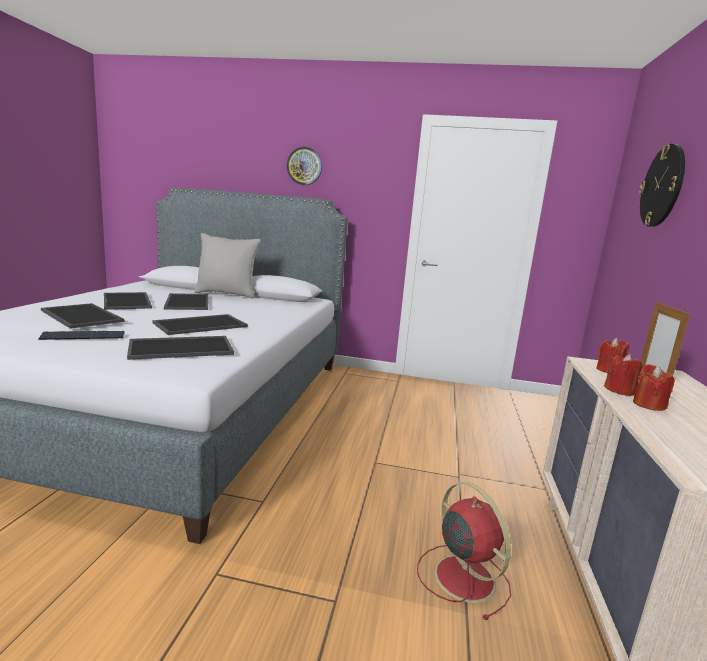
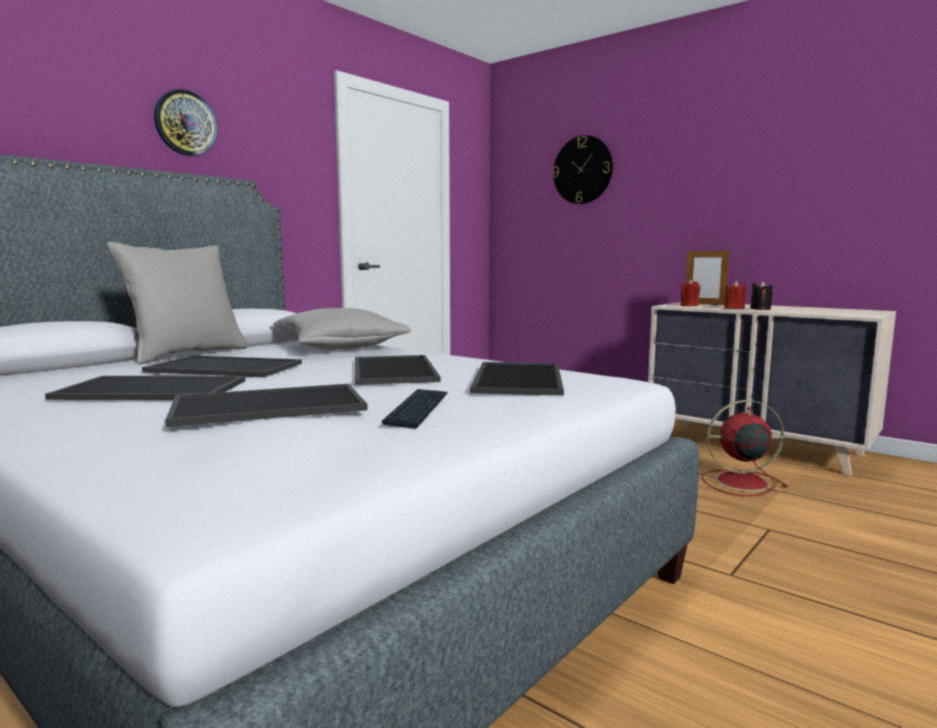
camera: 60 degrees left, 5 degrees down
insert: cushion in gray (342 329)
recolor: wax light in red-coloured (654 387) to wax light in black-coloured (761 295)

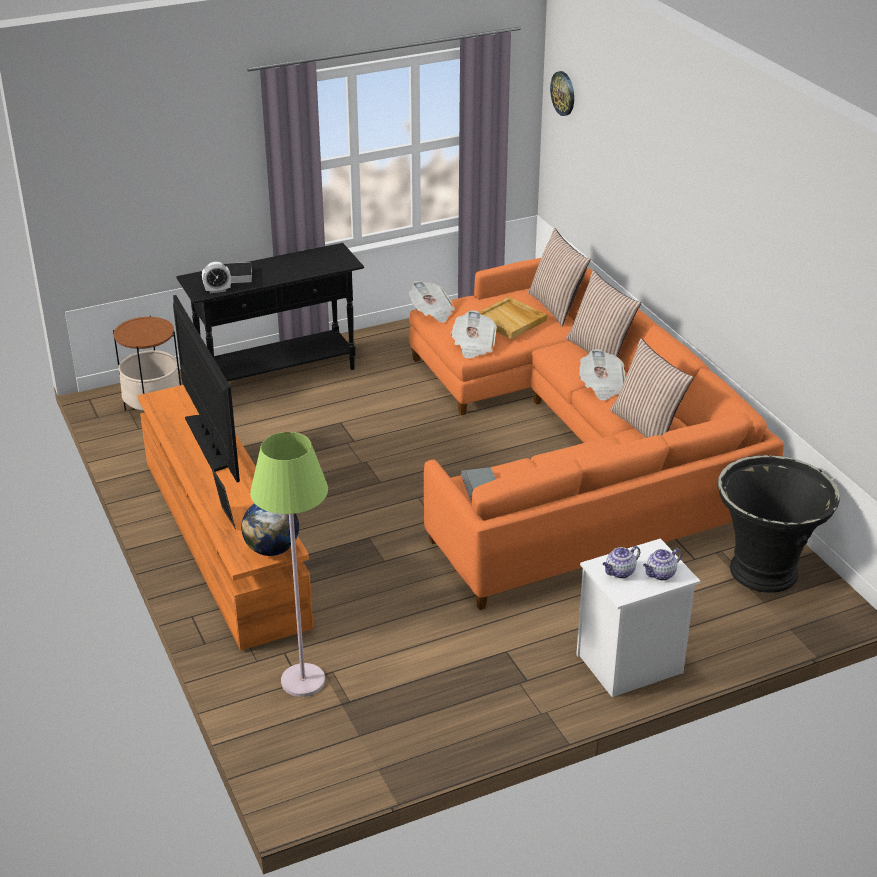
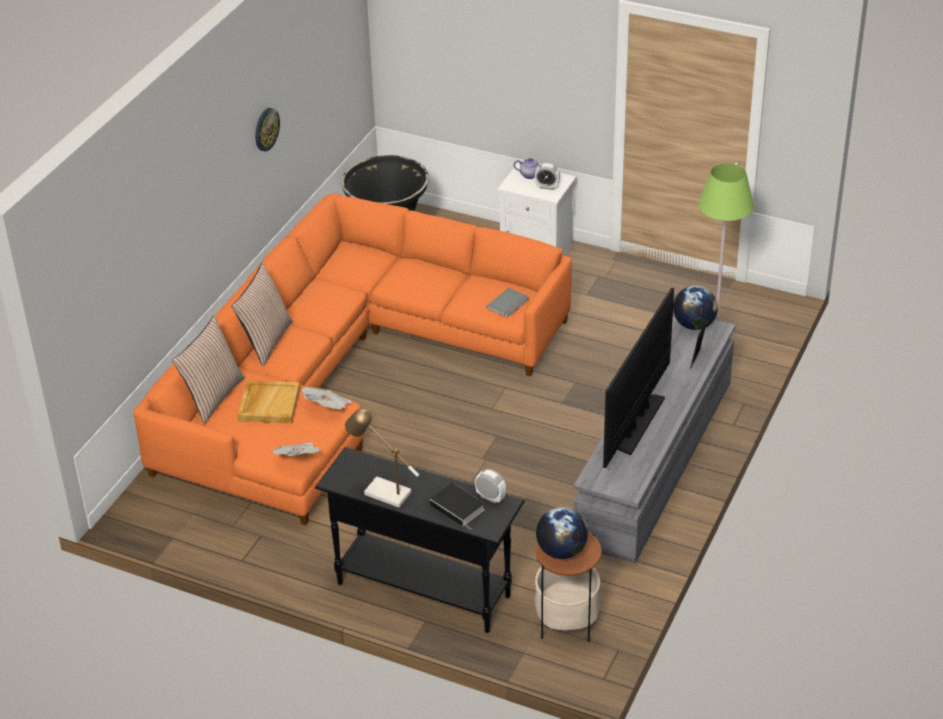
camera: 130 degrees left, 5 degrees up
delete: newspaper (602 375); cushion (652 388)
insert: table lamp (382 458); world globe (562 533)
move: wall clock (562 93) to (267 130)
replace: tea pot (621 562) to alarm clock (547 176)
recolor: media console in orange (225 518) to media console in gray (654 440)

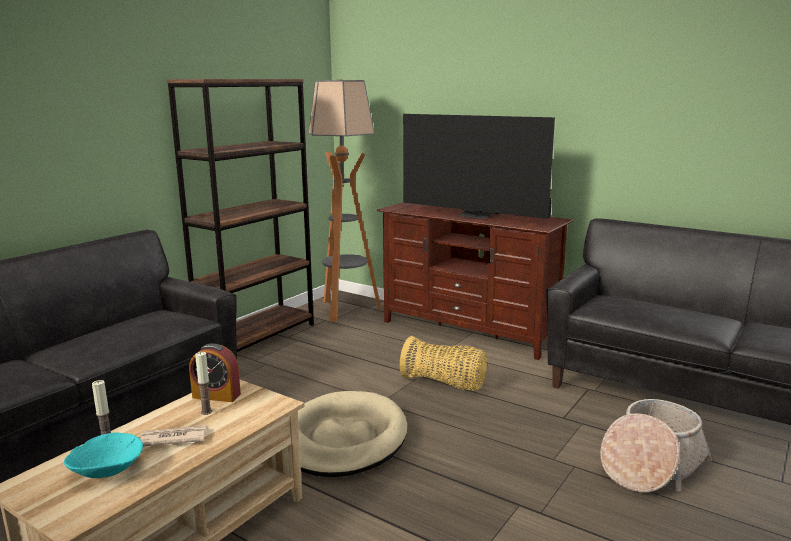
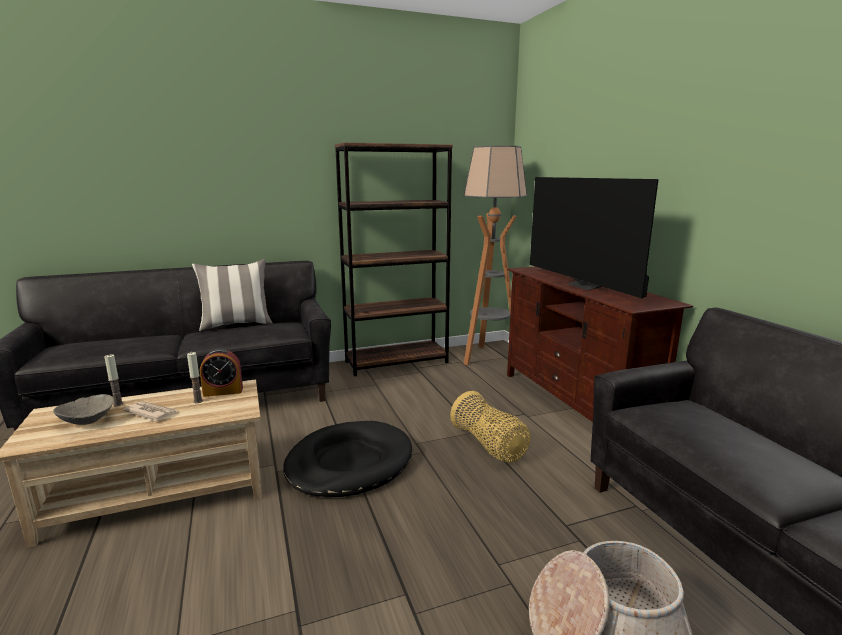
camera: 35 degrees right, 0 degrees up
insert: cushion (232 295)
recolor: deep dish in turquoise-coloured (103 455) to deep dish in gray (83 409); dog cushion in beige-coloured (352 434) to dog cushion in black-coloured (347 459)
rotate: alarm clock (215 372) = (221 373) 60 degrees counterclockwise

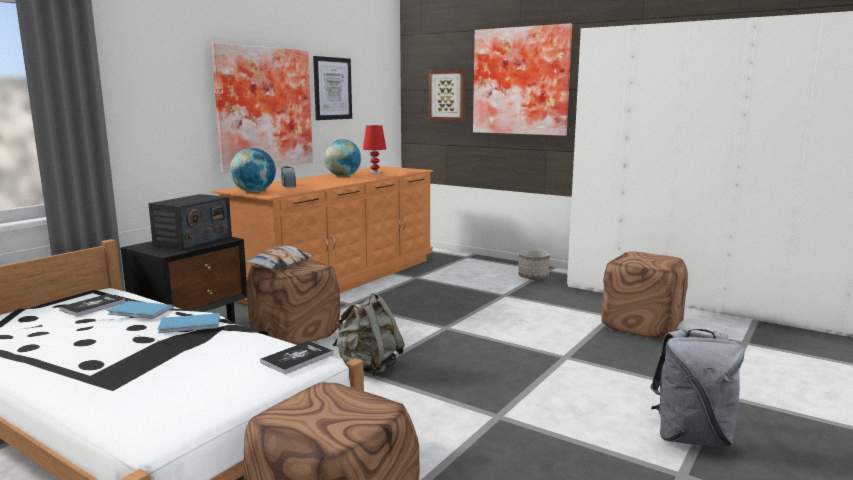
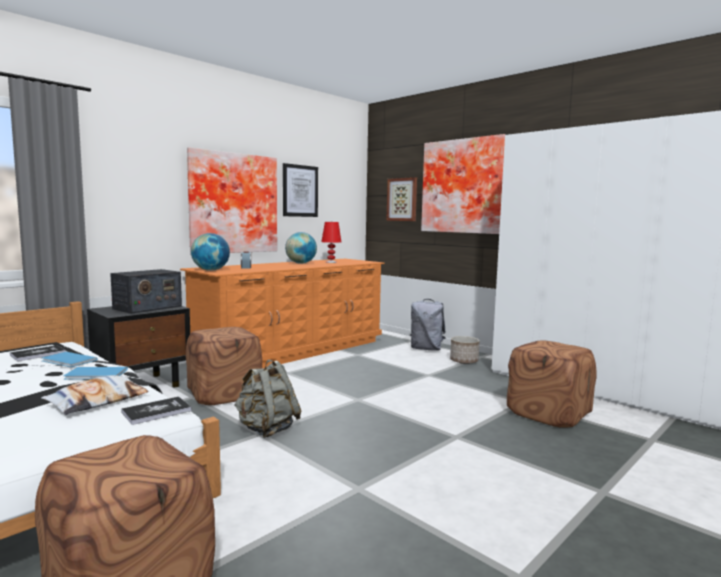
camera: 10 degrees right, 5 degrees down
move: cushion (279 258) to (95 395); knapsack in gray (697 387) to (428 325)

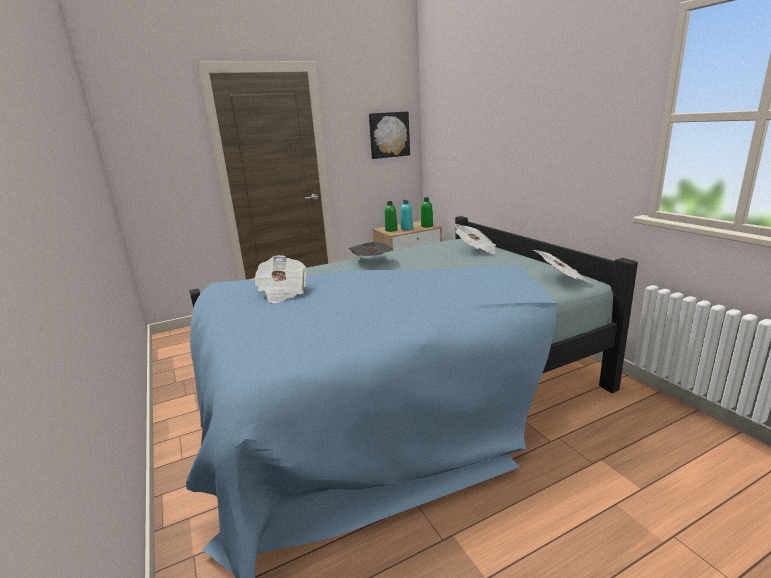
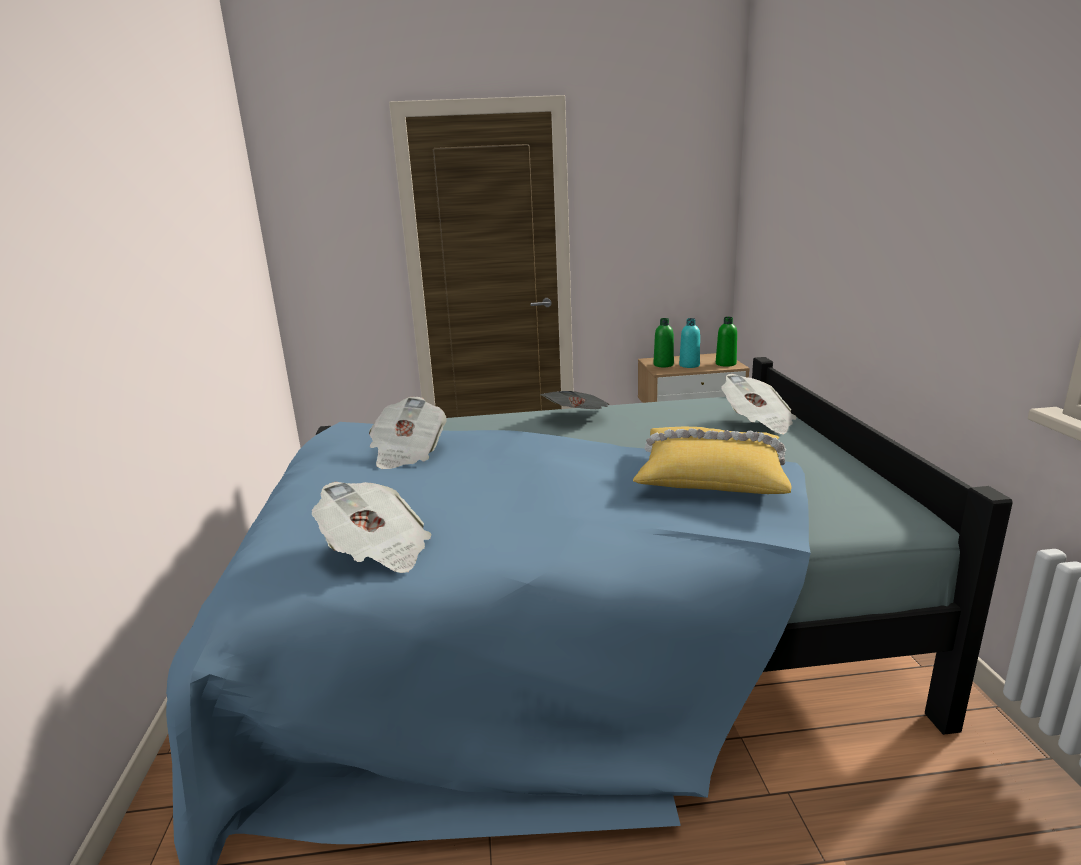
camera: 20 degrees right, 0 degrees up
delete: picture (389 135)
insert: cushion in yellow-coloured (712 460)
move: newspaper (562 266) to (372 527)

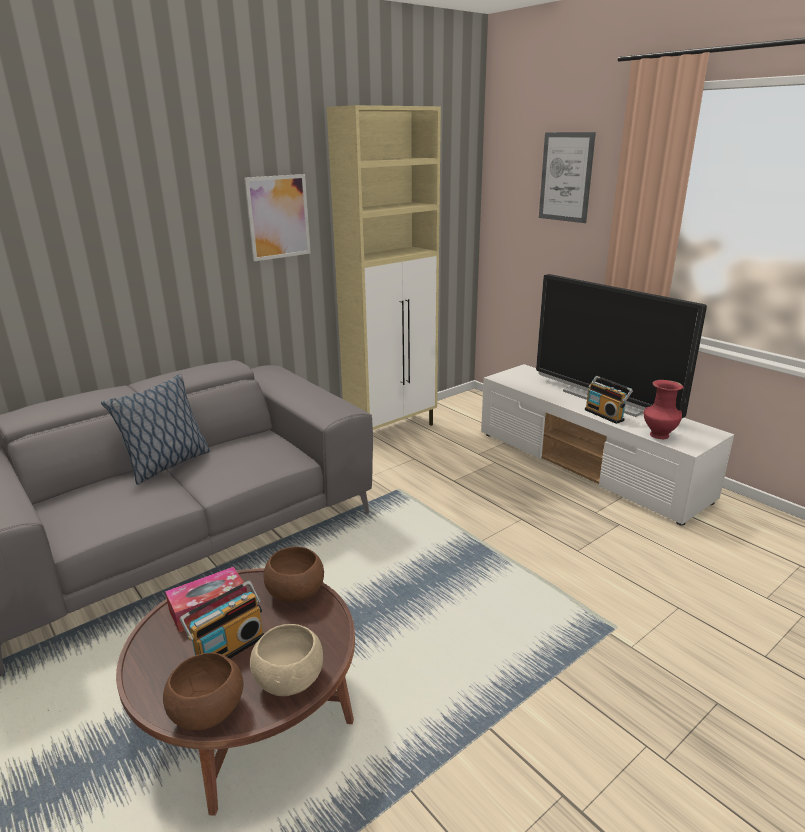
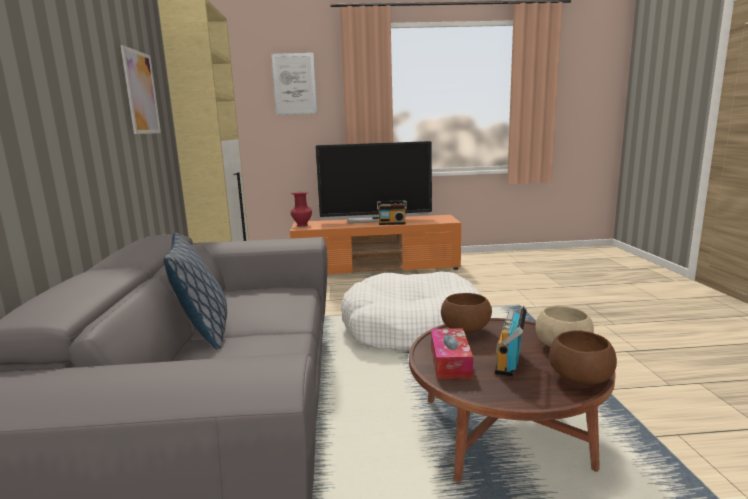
camera: 55 degrees left, 10 degrees down
insert: dog cushion in whitish (411 311)
move: flower vase in red-coloured (663 409) to (301 209)
recolor: media console in whitish (607 445) to media console in orange (375 244)
rotate: radio set (222 620) = (511 341) 150 degrees counterclockwise

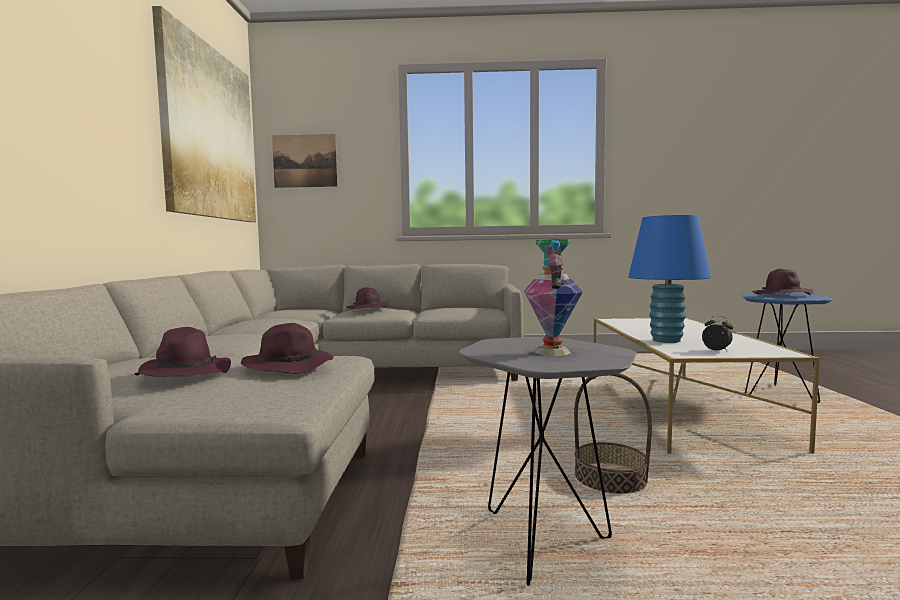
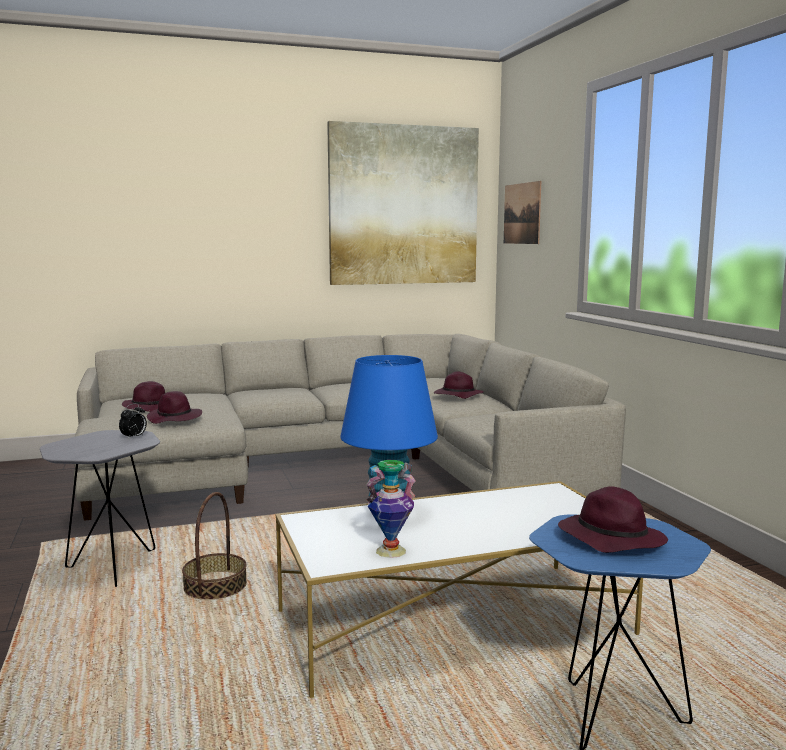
camera: 70 degrees right, 5 degrees up
move: flower vase (553 297) to (391 509); alarm clock (717 333) to (133 421)

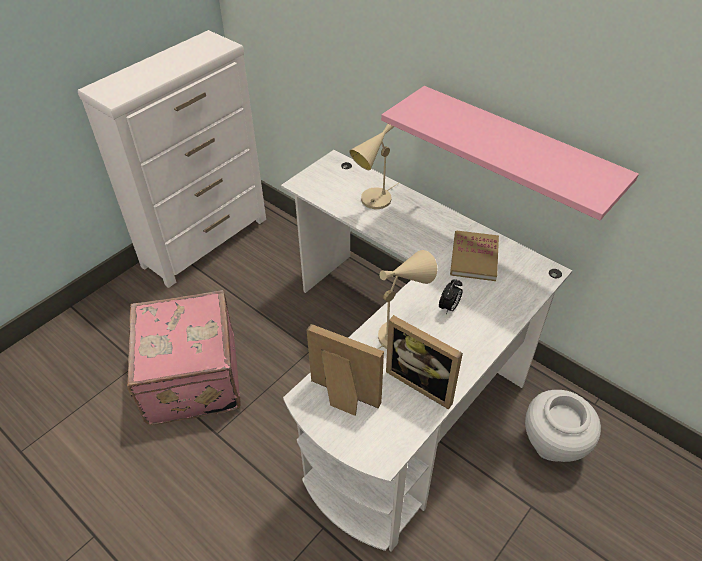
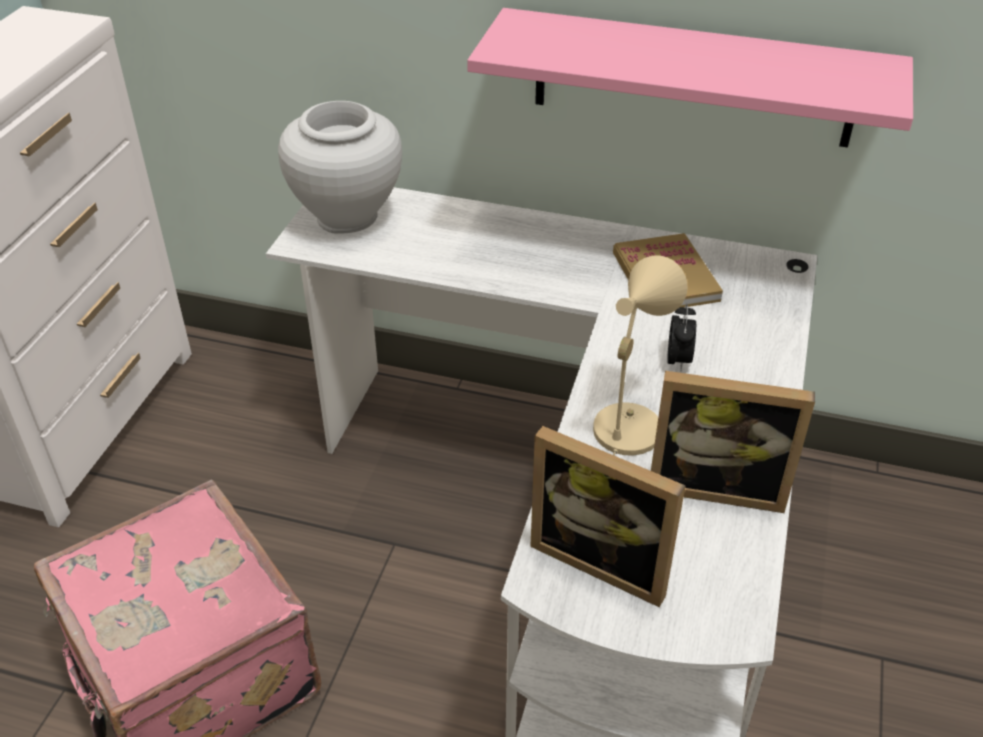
camera: 25 degrees left, 5 degrees down
delete: table lamp in beige-coloured (374 166)
move: flower vase in whitish (563 426) to (340 167)
rotate: photo frame (345 370) = (608 516) 150 degrees counterclockwise

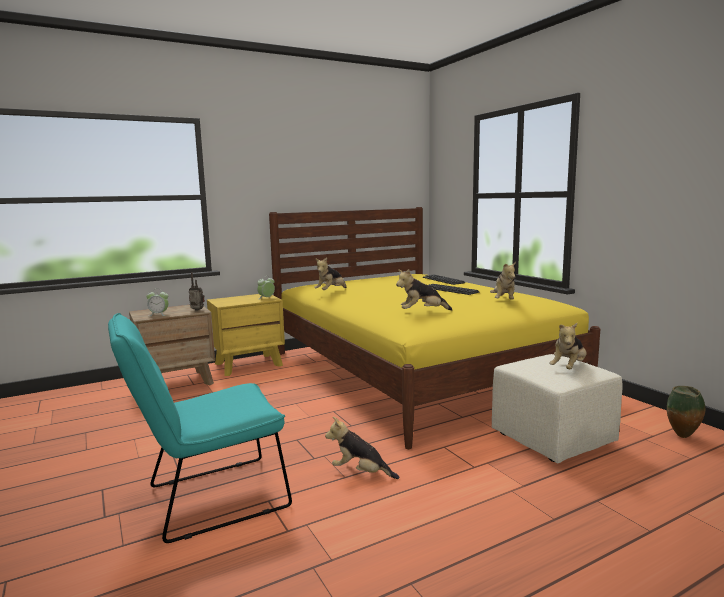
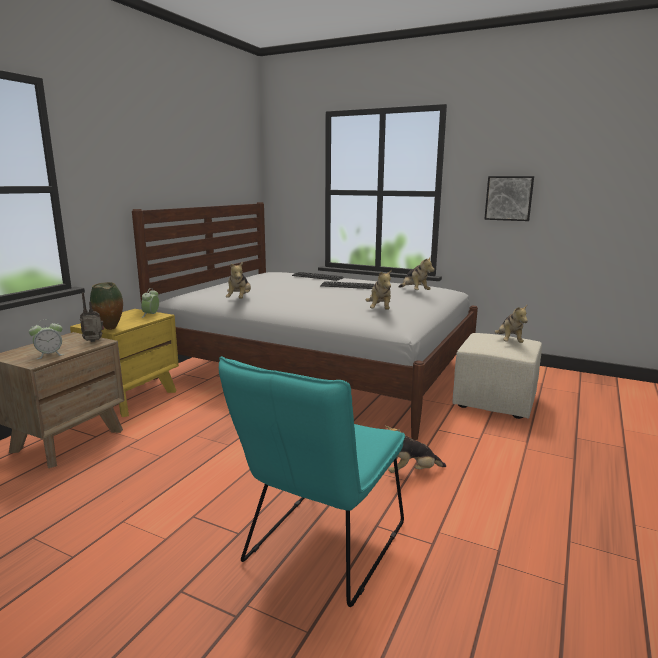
camera: 35 degrees left, 5 degrees up
insert: picture (509 198)
move: flower vase (686 412) to (106 306)
recolor: bed in yellow-coloured (434 328) to bed in whitish (305 321)
rotate: cuddly toy (424 289) = (379 289) 45 degrees counterclockwise

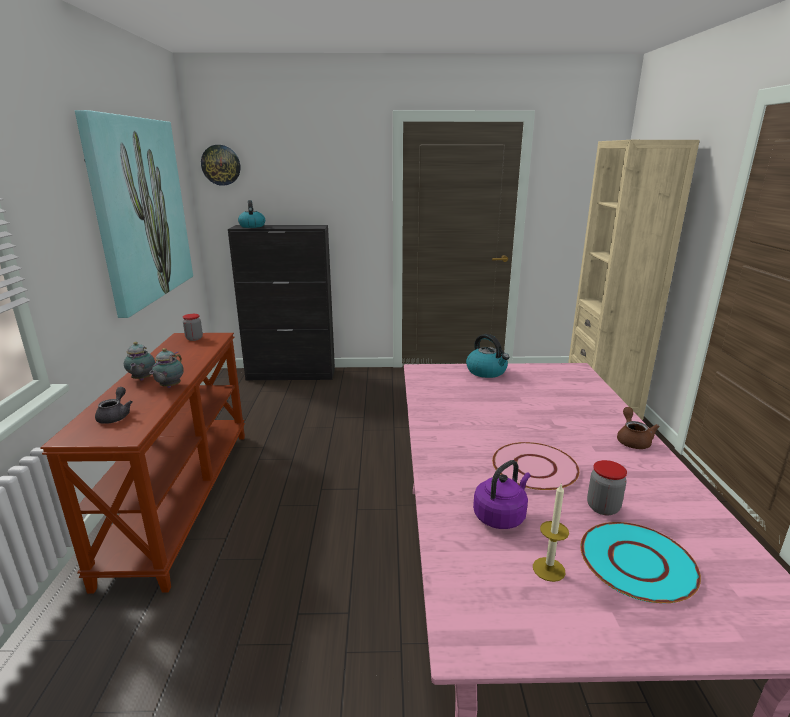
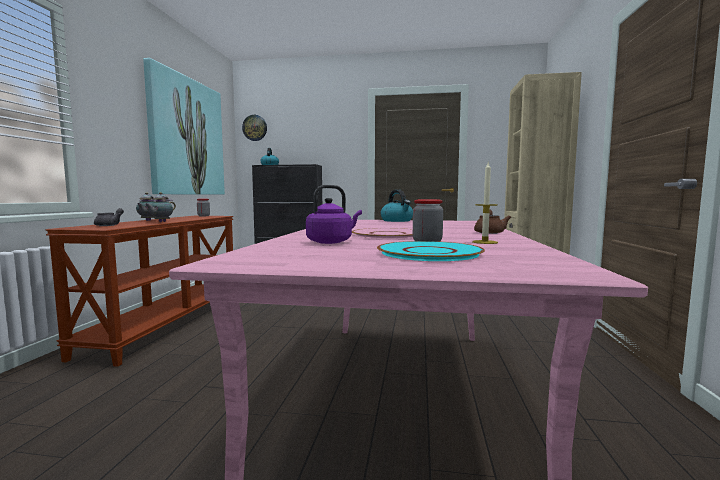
camera: 10 degrees right, 15 degrees down
move: wax light (551 532) to (485 203)

